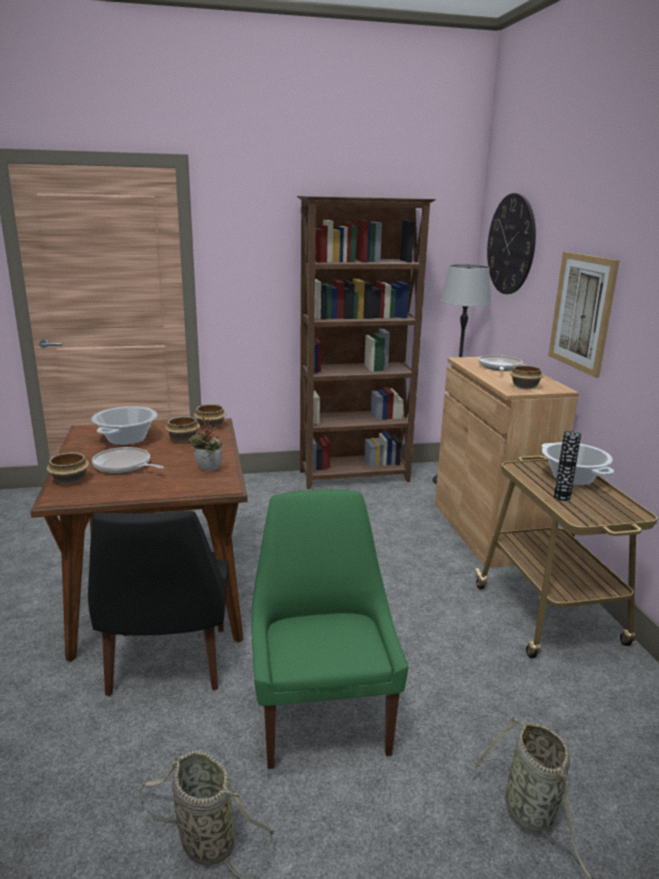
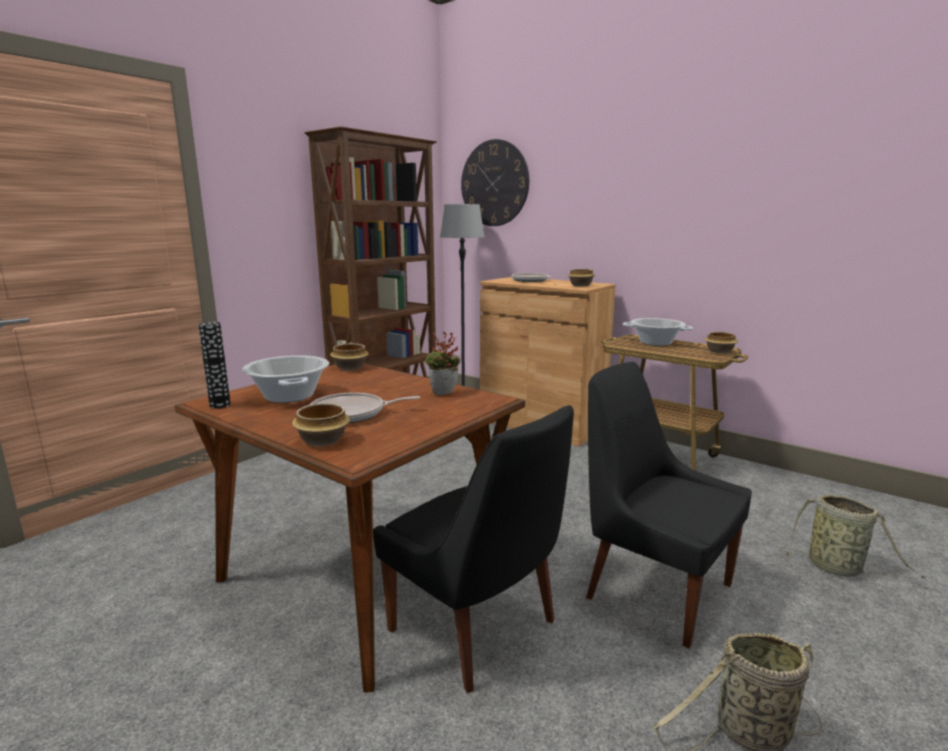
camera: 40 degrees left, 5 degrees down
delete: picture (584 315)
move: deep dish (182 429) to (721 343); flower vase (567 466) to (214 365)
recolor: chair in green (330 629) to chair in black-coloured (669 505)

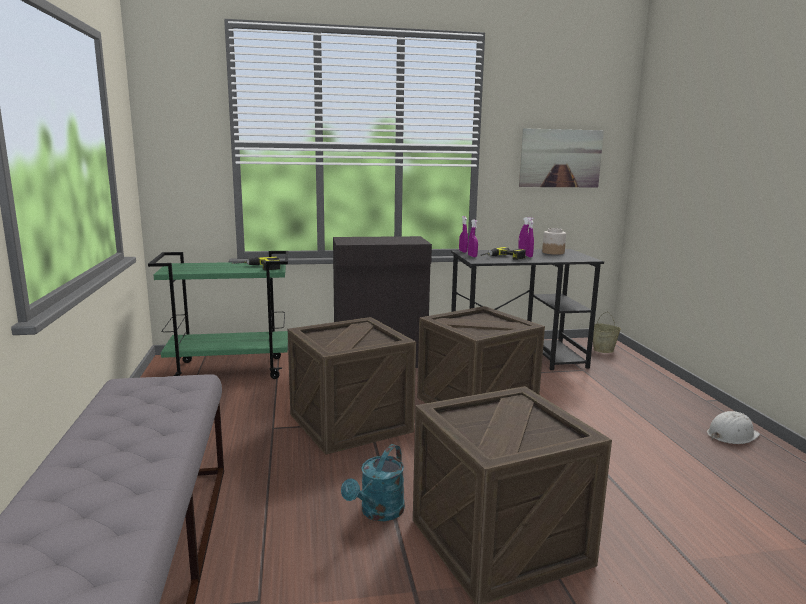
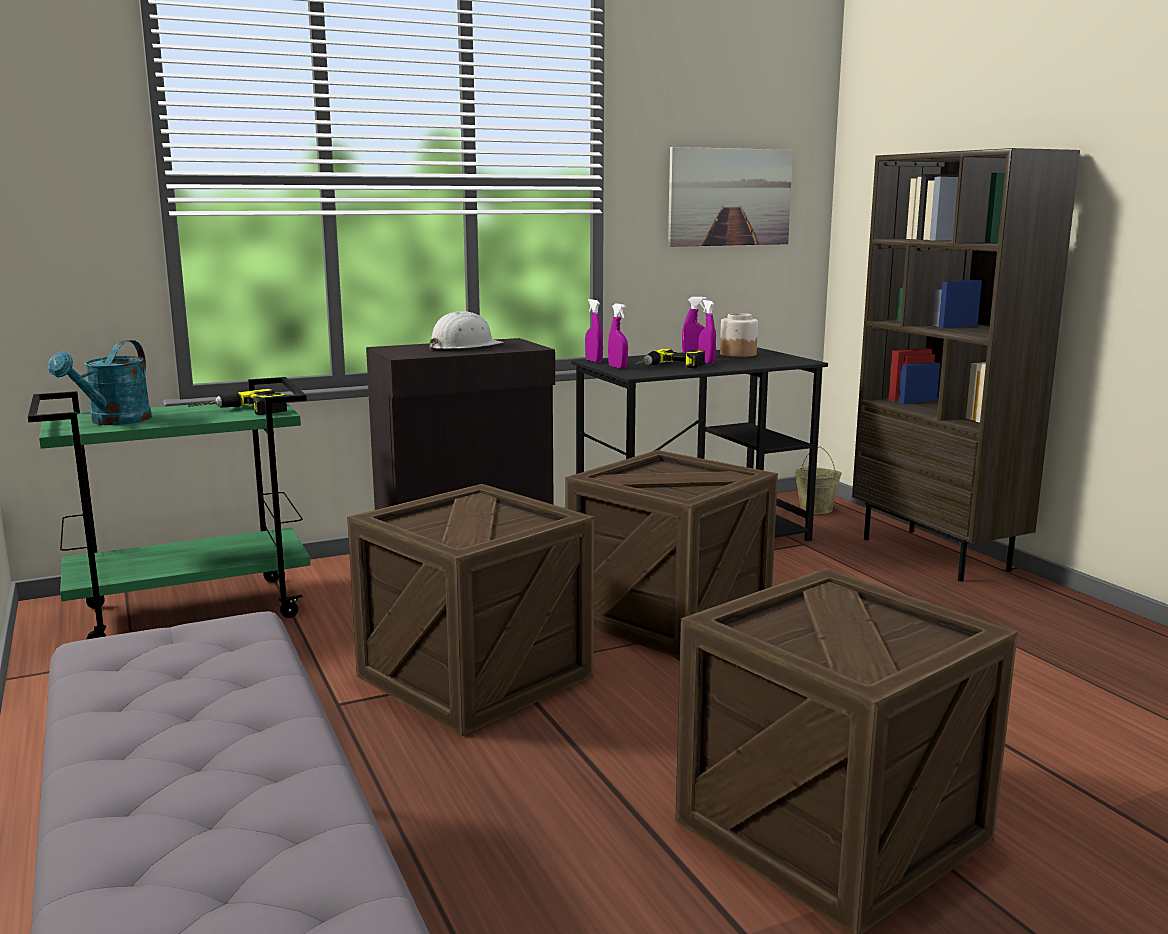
camera: 15 degrees left, 0 degrees up
insert: bookcase in brown-coloured (966 365)
move: watering pot in turquoise-coloured (373 482) to (100 382); hard hat in whitish (733 427) to (466 330)

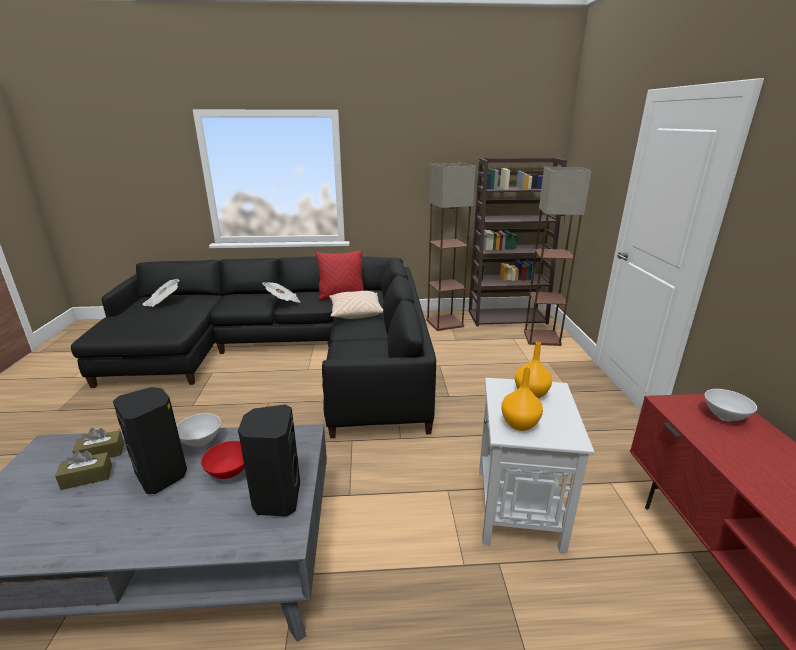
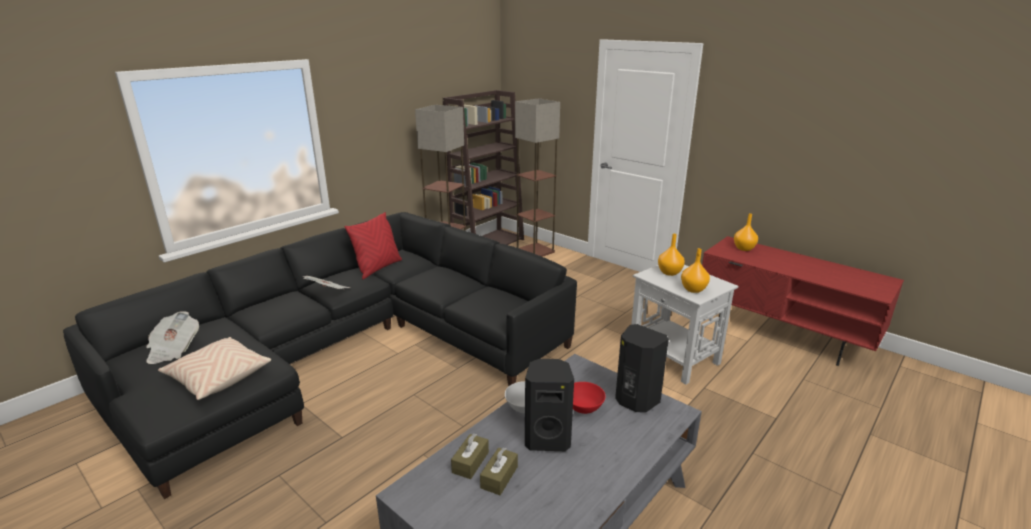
camera: 45 degrees left, 0 degrees up
move: cushion in beige-coloured (356 305) to (214 368)
replace: deep dish in whitish (731 405) to flower vase in orange (746 232)

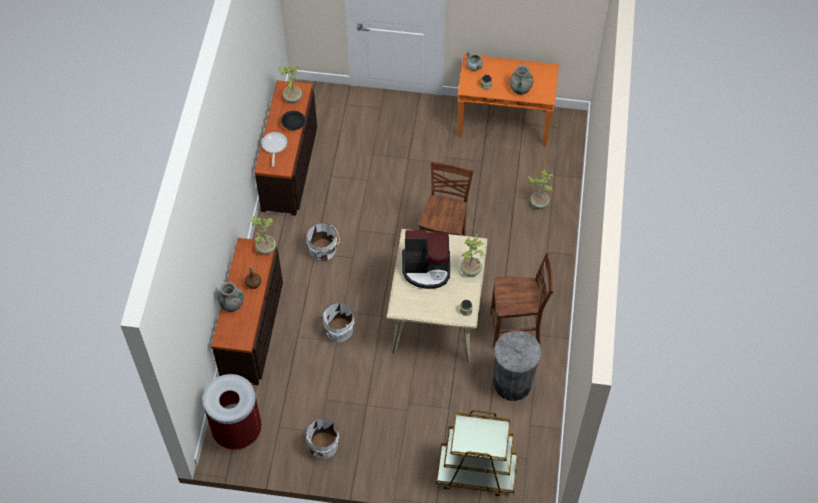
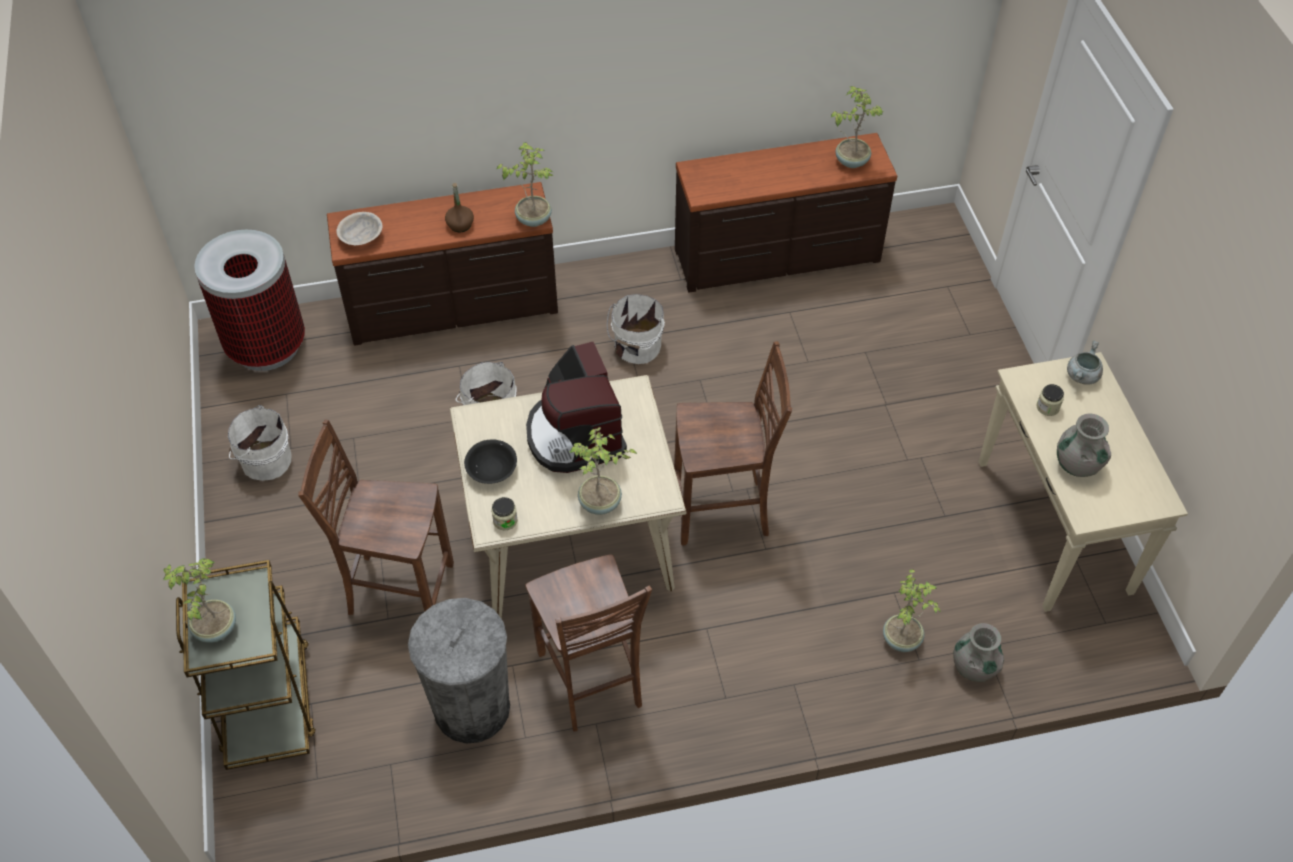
camera: 70 degrees right, 5 degrees down
delete: frying pan (274 149)
insert: plant in a pot (199 600); chair in brown-coloured (376 517); deep dish in beige-coloured (359 228)
move: flower vase in gray (230 297) to (978 652); deep dish in black-coloured (293 120) to (490 461)
recolor: hall table in orange (508 100) to hall table in beige-coloured (1083 482)

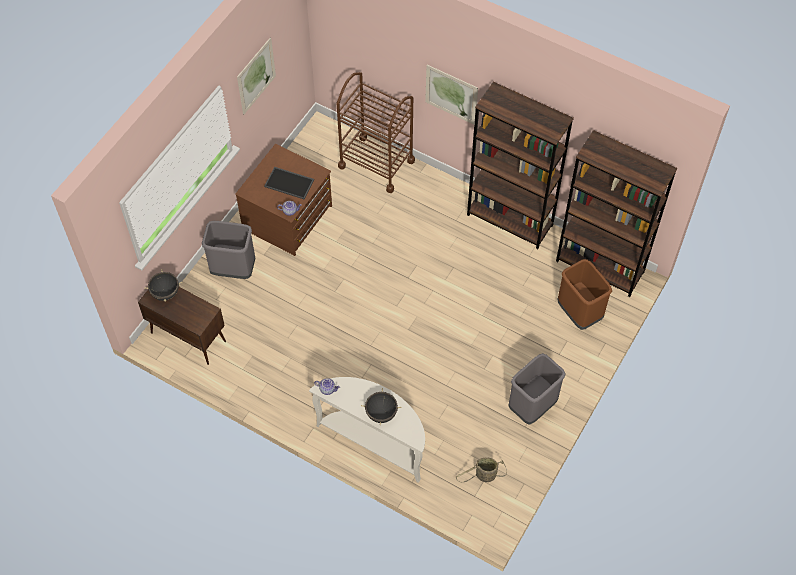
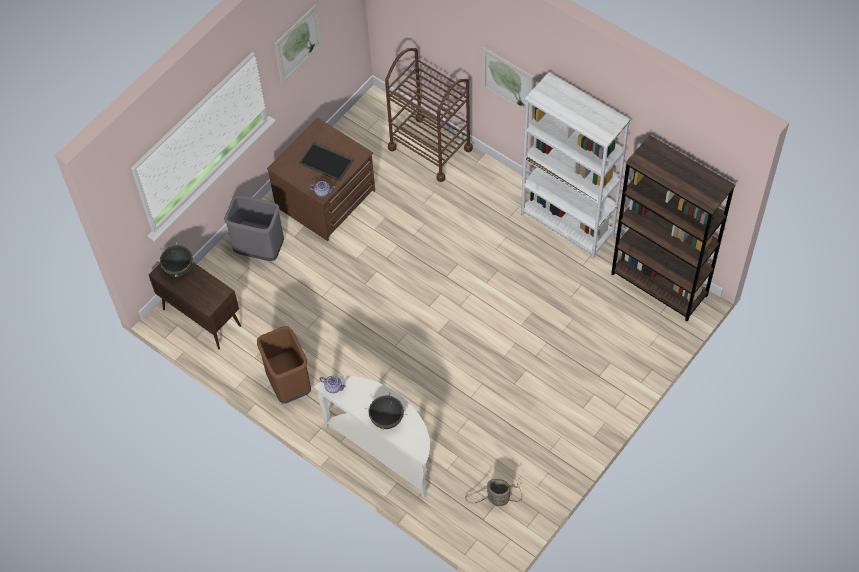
camera: 10 degrees right, 0 degrees up
delete: waste bin in gray (537 389)
move: waste bin in brown-coloured (584 294) to (284 365)
recolor: bookcase in brown-coloured (520 165) to bookcase in whitish (575 165)

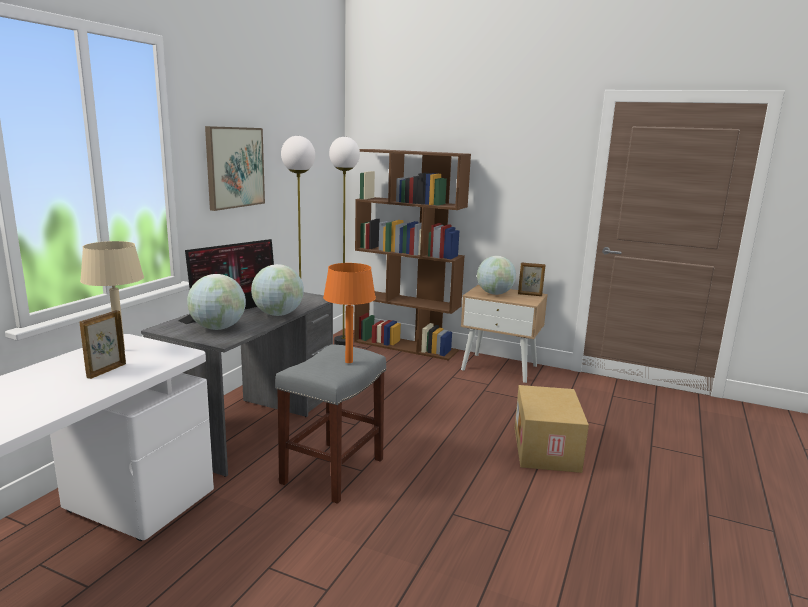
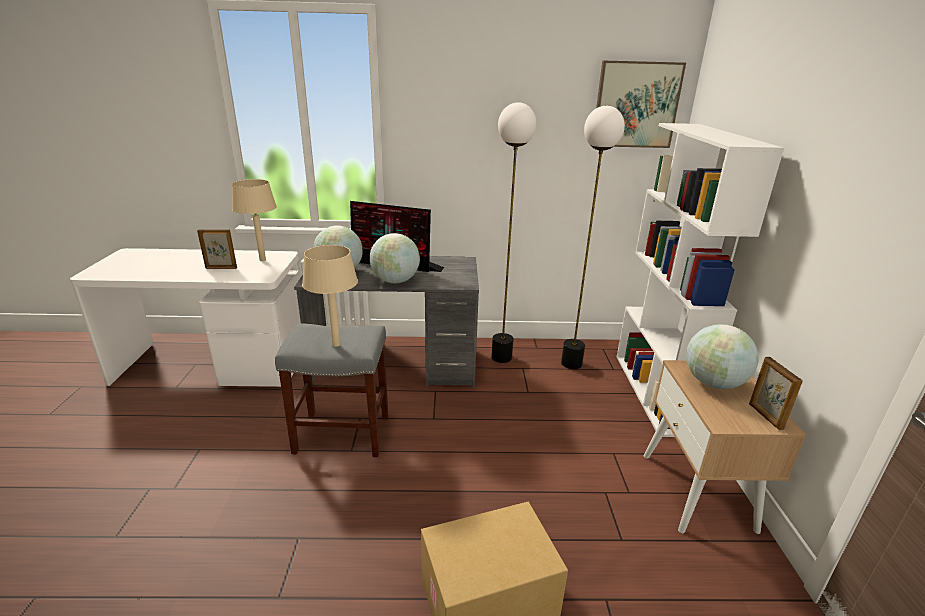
camera: 65 degrees right, 10 degrees up
move: picture (235 168) to (641 104)
recolor: table lamp in orange (349 313) to table lamp in beige-coloured (330 296); bookcase in brown-coloured (412 255) to bookcase in whitish (700 280)

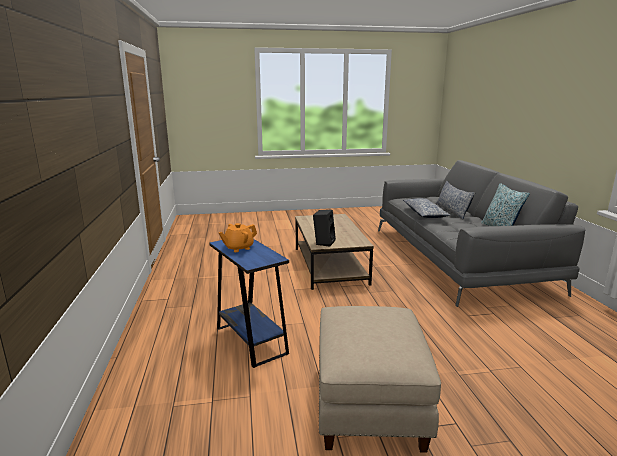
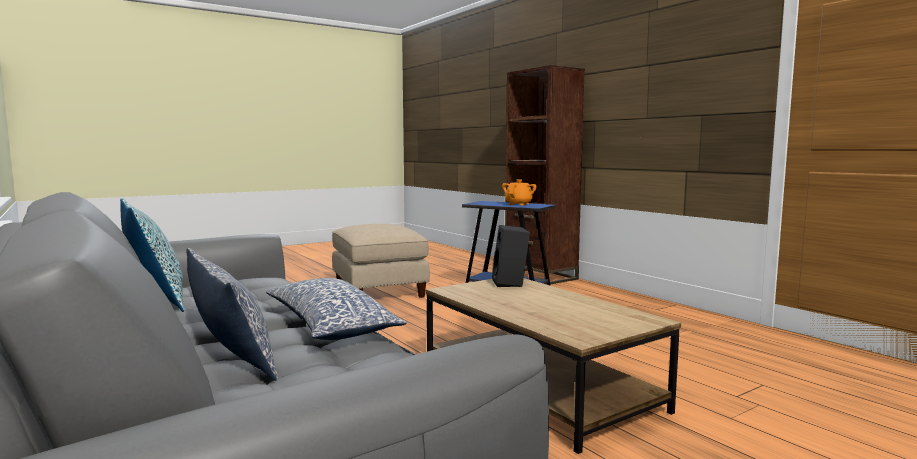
camera: 155 degrees right, 10 degrees down
insert: bookcase in brown-coloured (545 175)

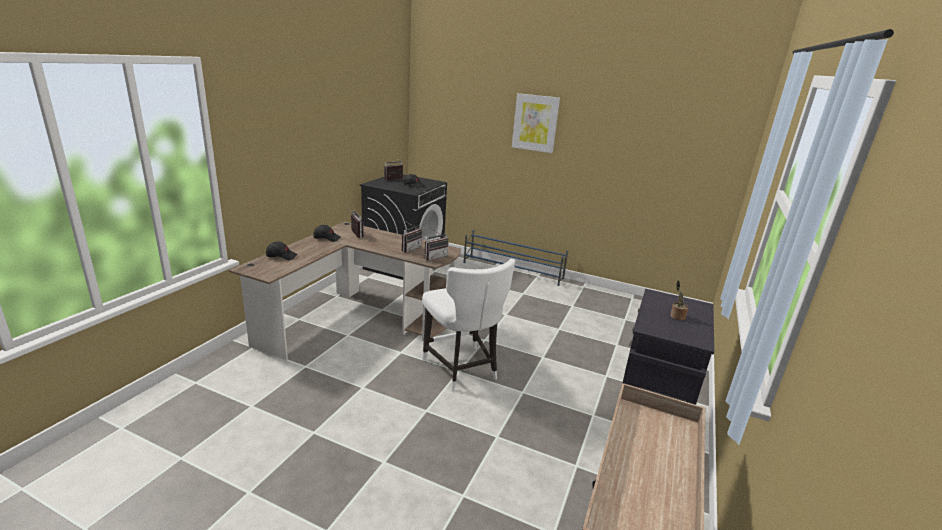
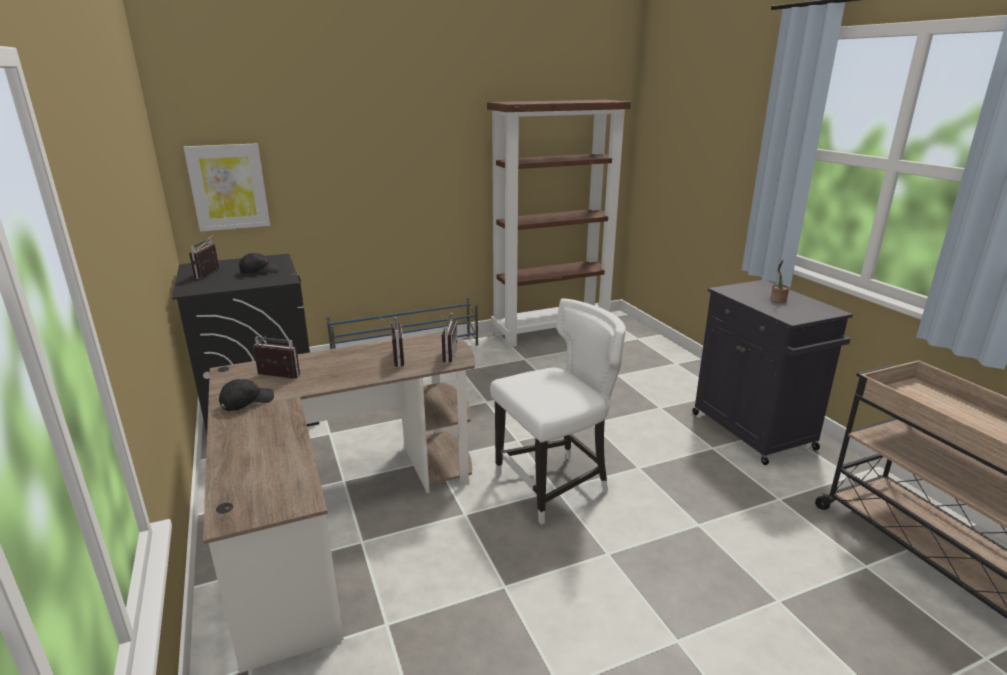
camera: 45 degrees left, 0 degrees up
delete: peaked cap in black-coloured (281 251)
insert: bookcase in brown-coloured (559 223)
move: picture (536 123) to (227 187)
rotate: chair in whitish (468 325) = (558 411) 45 degrees counterclockwise

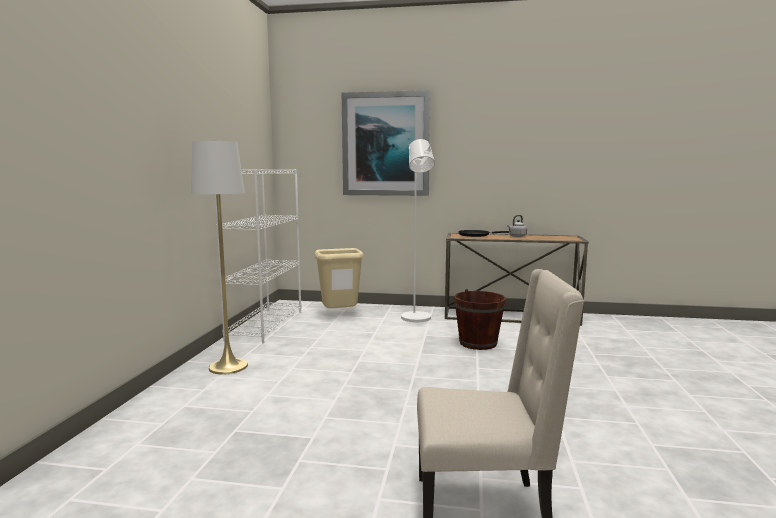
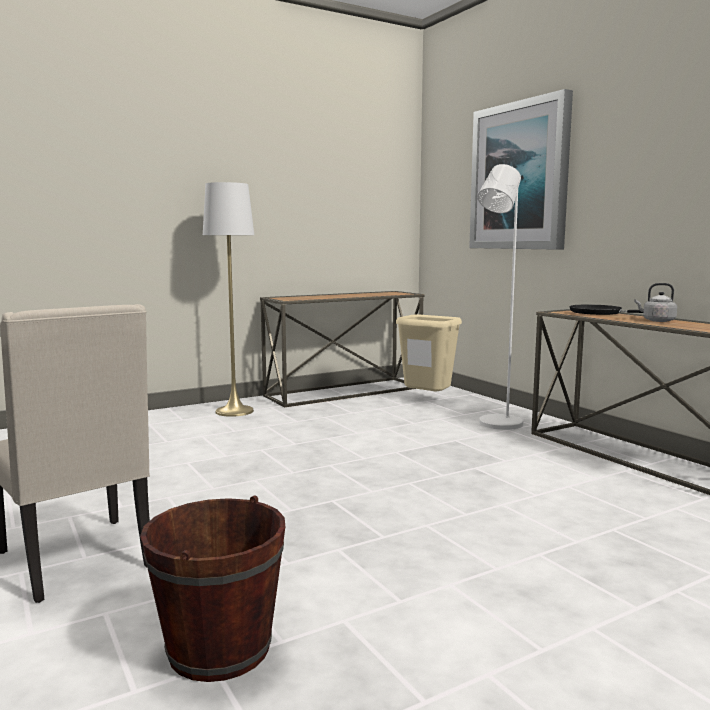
camera: 50 degrees right, 0 degrees up
move: bucket in brown-coloured (480 319) to (213 588)
replace: bookcase in whitish (258 256) to hall table (342 349)

